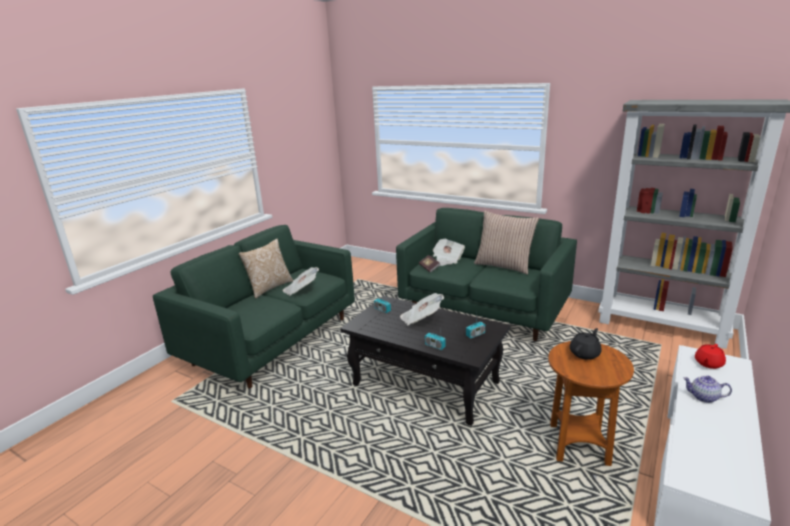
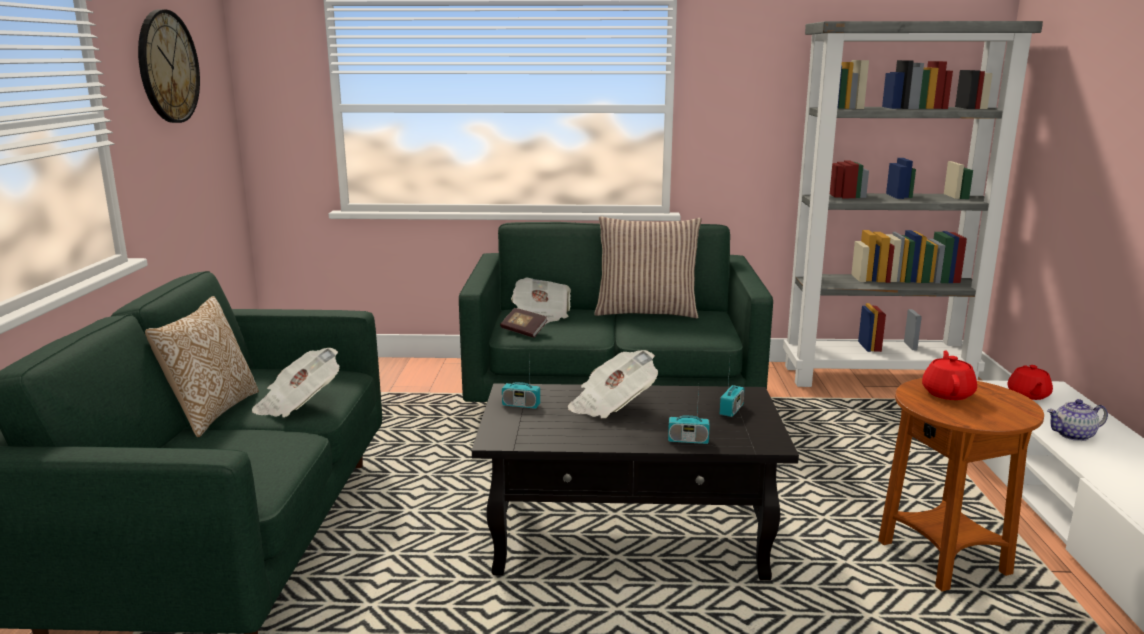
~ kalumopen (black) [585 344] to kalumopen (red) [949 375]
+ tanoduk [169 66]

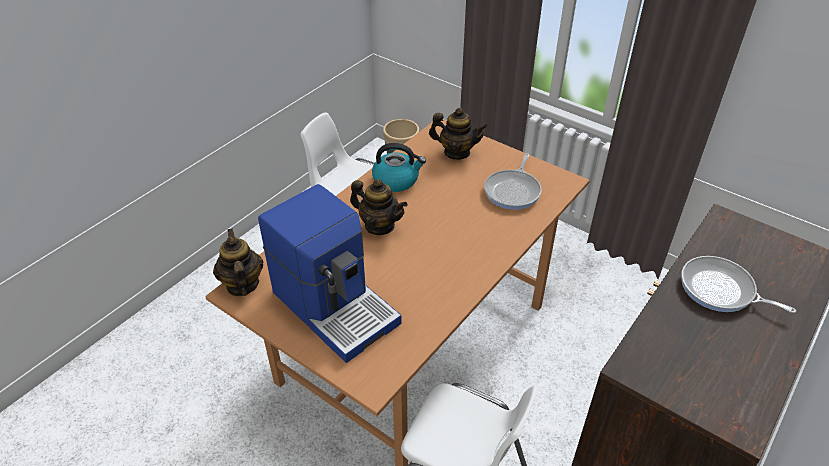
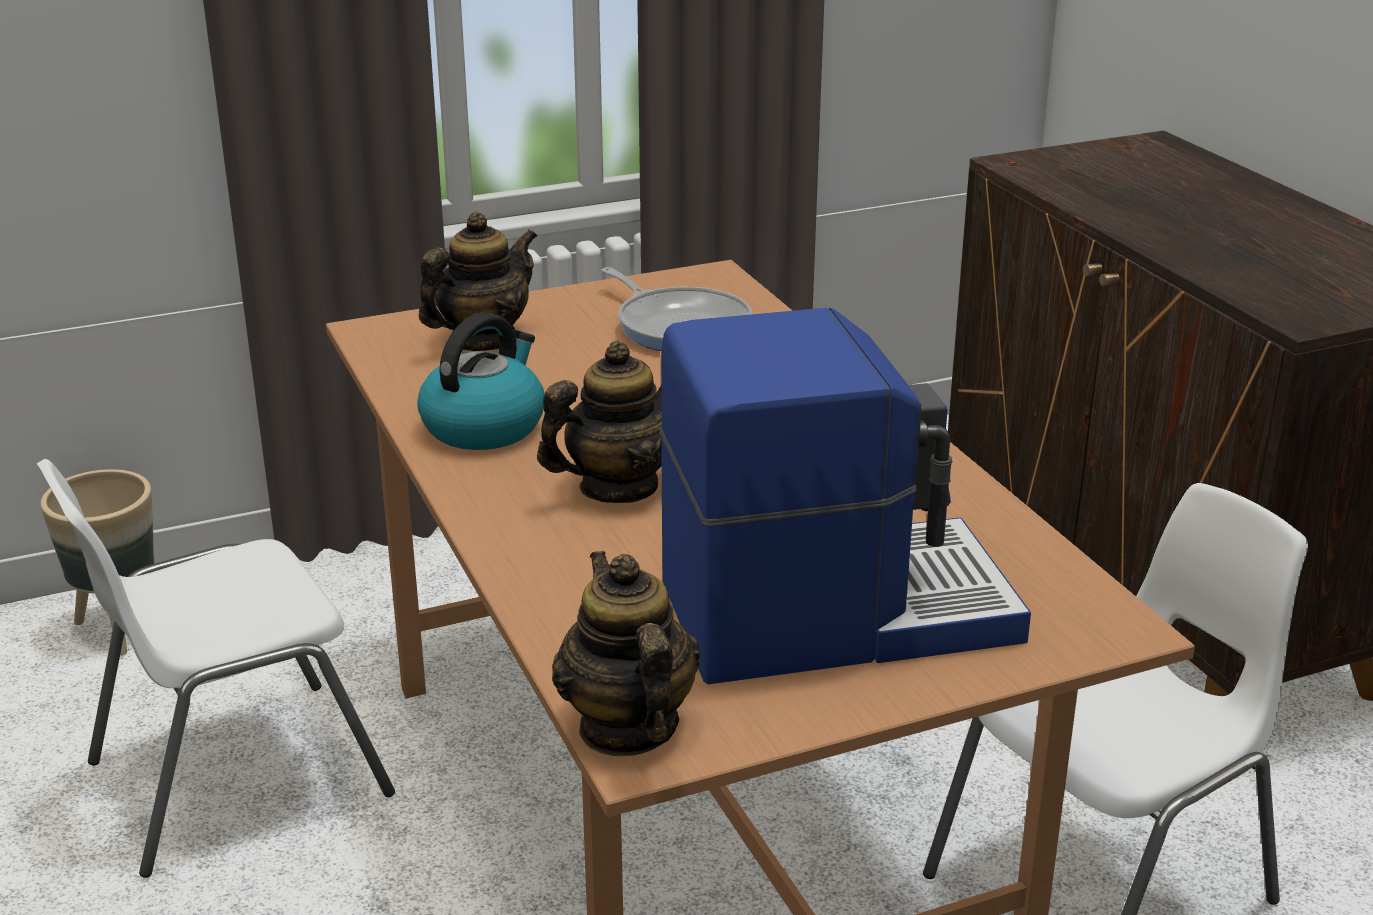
~ kalumopen [238 262] = [626 653] 60 degrees clockwise
- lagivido [738 284]

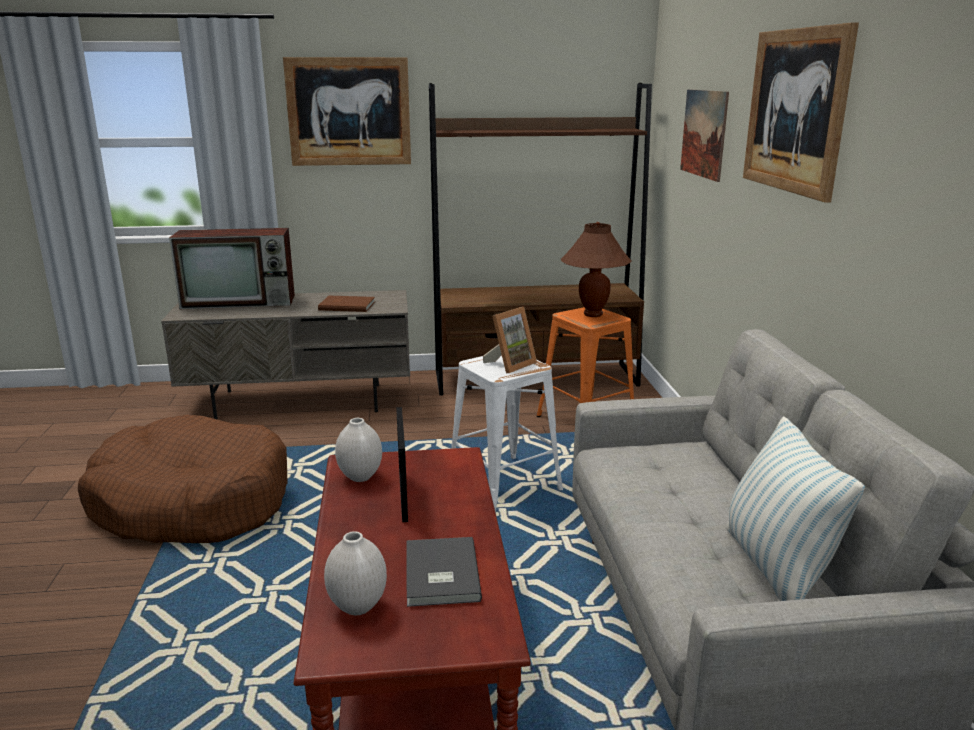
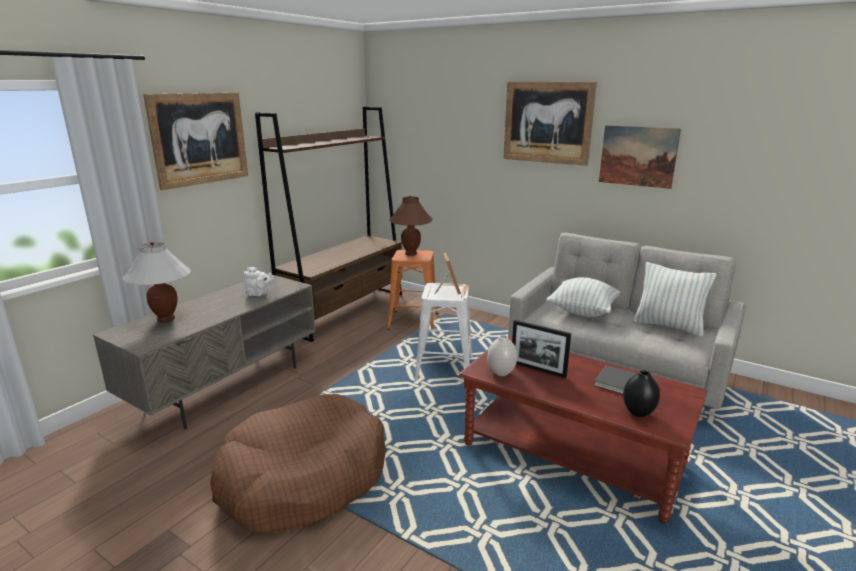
~ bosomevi [232 268] to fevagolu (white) [157 282]
~ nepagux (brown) [346 304] to kalumopen (white) [259 281]
~ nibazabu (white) [355 573] to nibazabu (black) [641 393]
~ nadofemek [704 135] to [640 157]
+ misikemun [583 297]

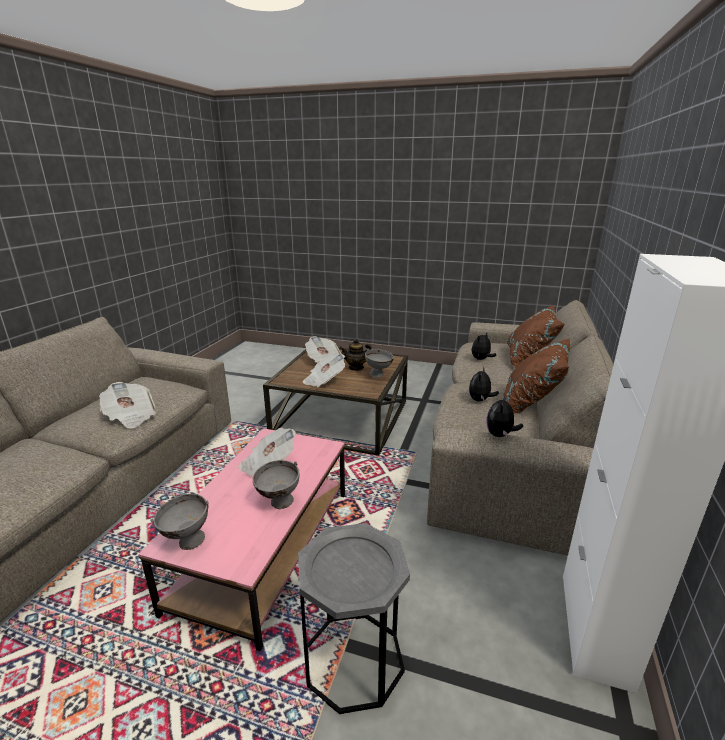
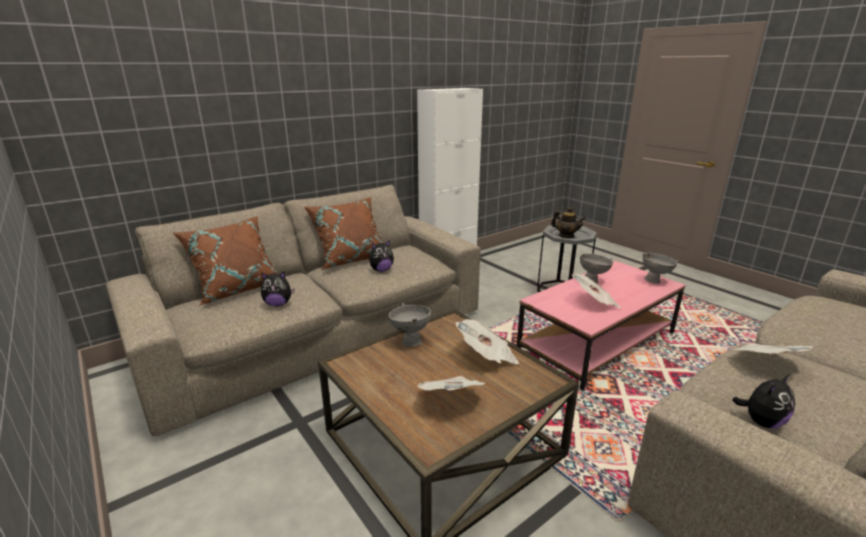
~ kalumopen [355 355] to [568 222]
~ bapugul [504 416] to [763 401]

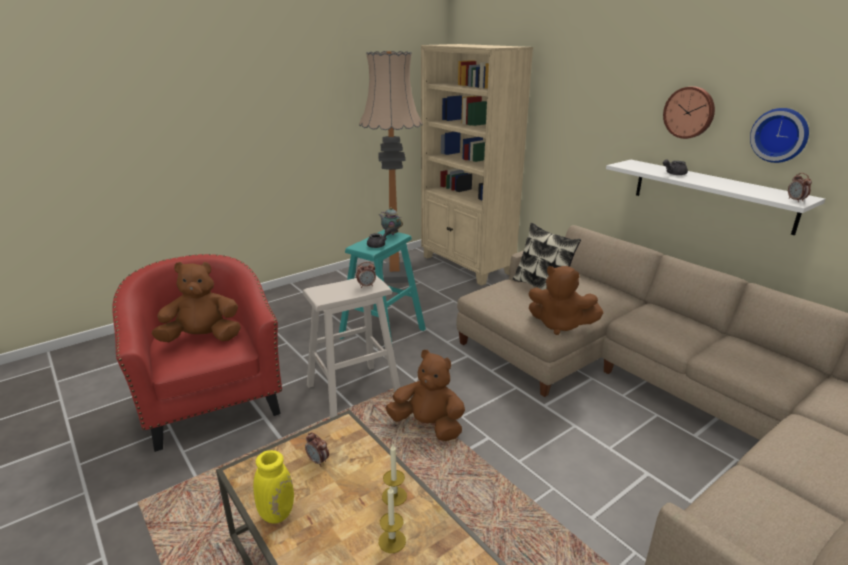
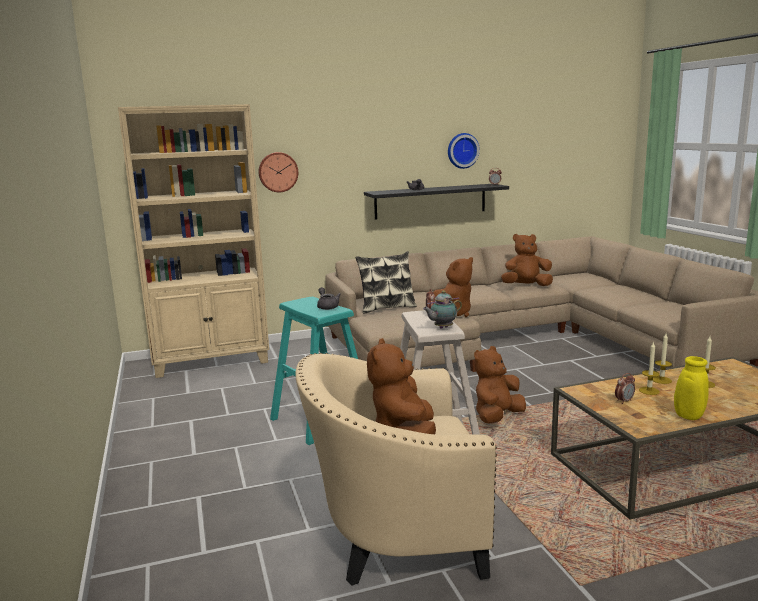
~ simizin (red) [197 353] to simizin (beige) [396 469]
- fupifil [391 167]
~ kalumopen [391 221] to [442 309]
~ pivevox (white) [715 197] to pivevox (black) [436 202]
~ tanoduk [689 112] to [278 172]
+ bapugul (brown) [527 260]
+ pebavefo [649 368]

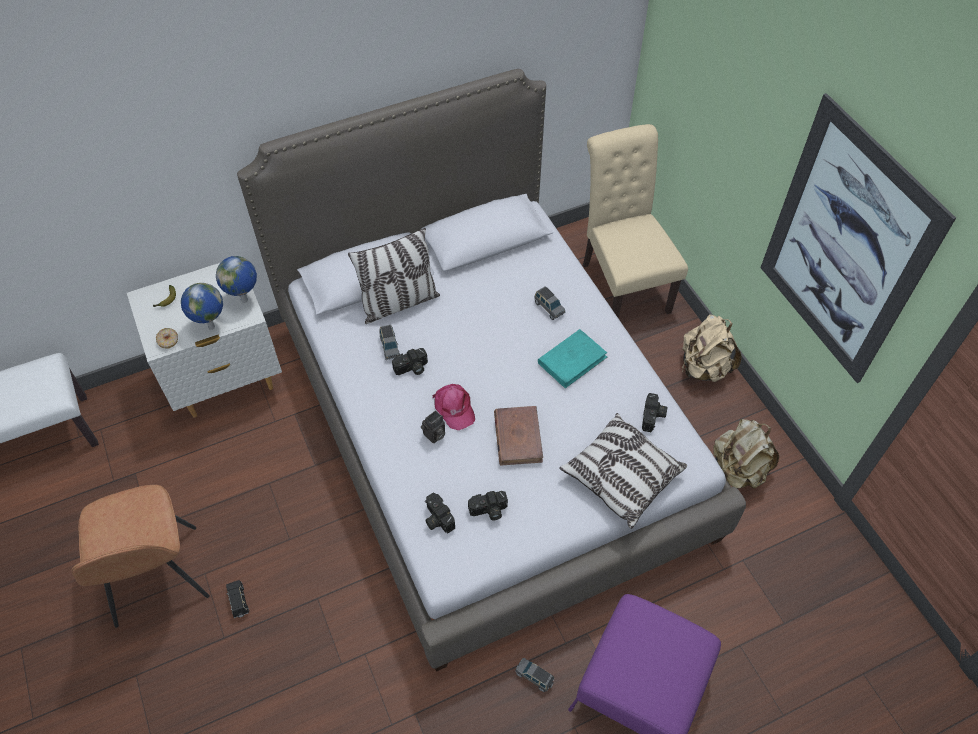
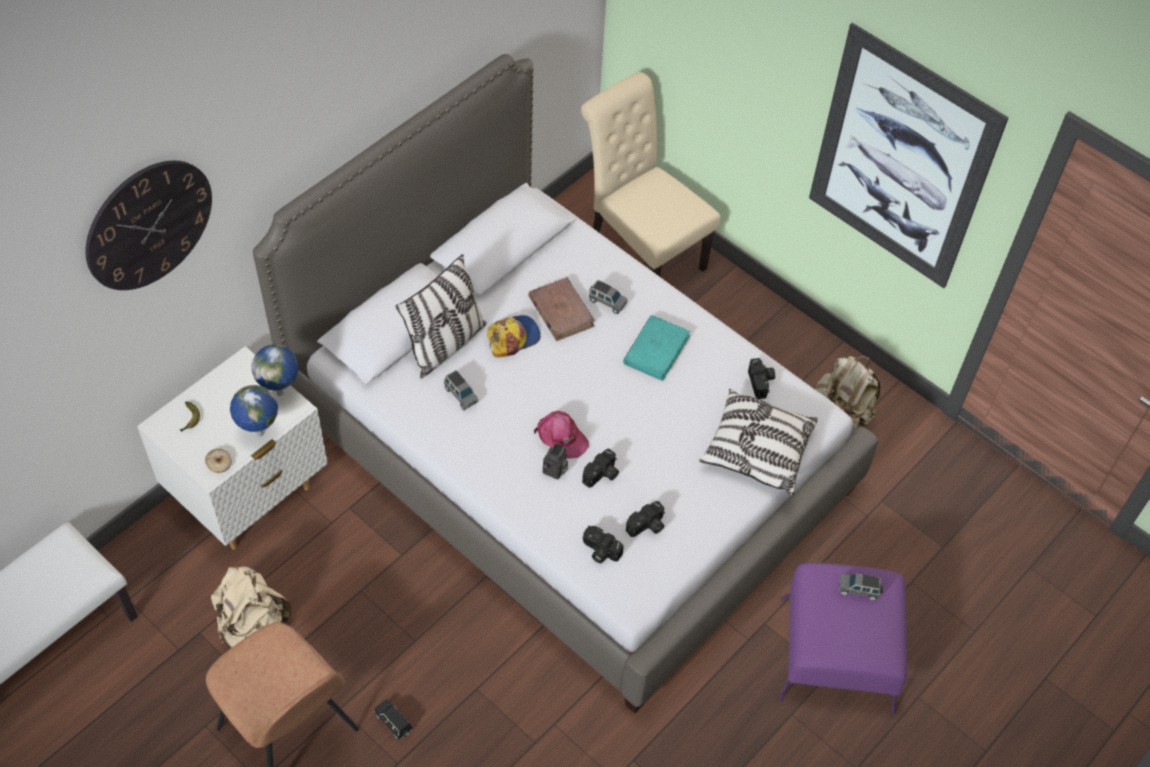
~ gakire [410 361] to [600 468]
~ nepagux (brown) [518 436] to [561 309]
~ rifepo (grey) [534 675] to [861 587]
~ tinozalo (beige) [712 348] to [251 606]
+ tanoduk [148 225]
+ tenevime [513 336]

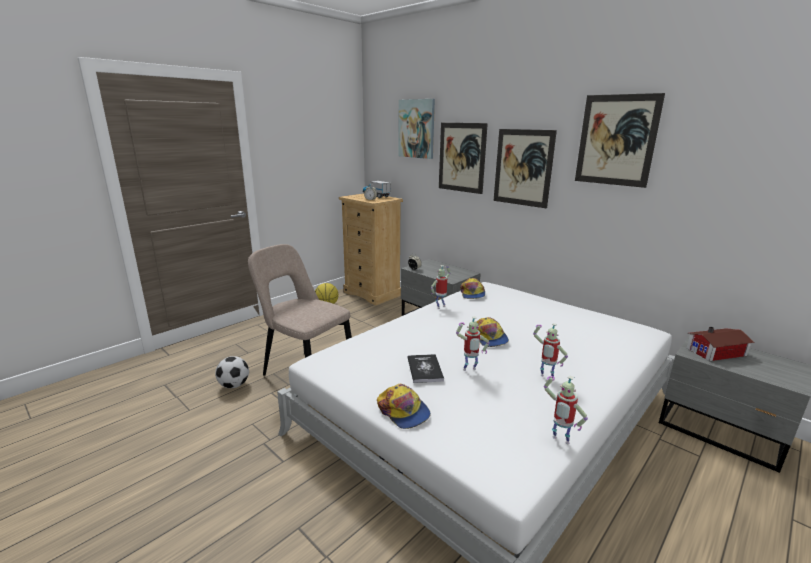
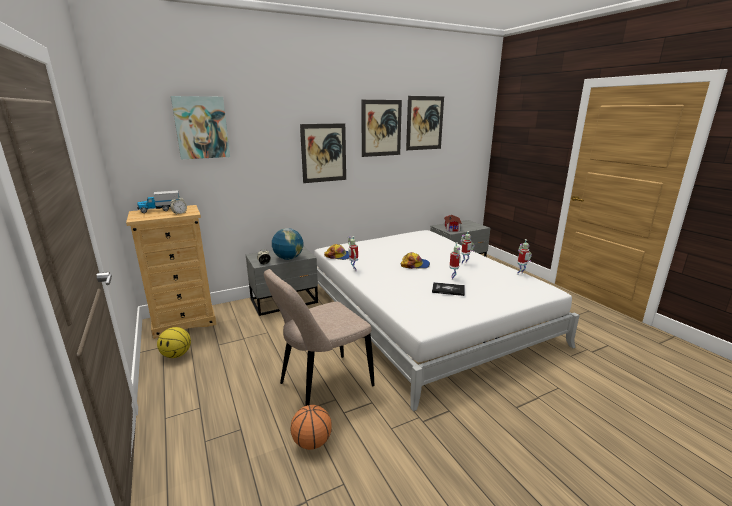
~ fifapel [232 372] to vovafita [311 427]
- tenevime [404 406]
~ nadofemek [463 158] to [425 123]
+ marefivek [287 244]

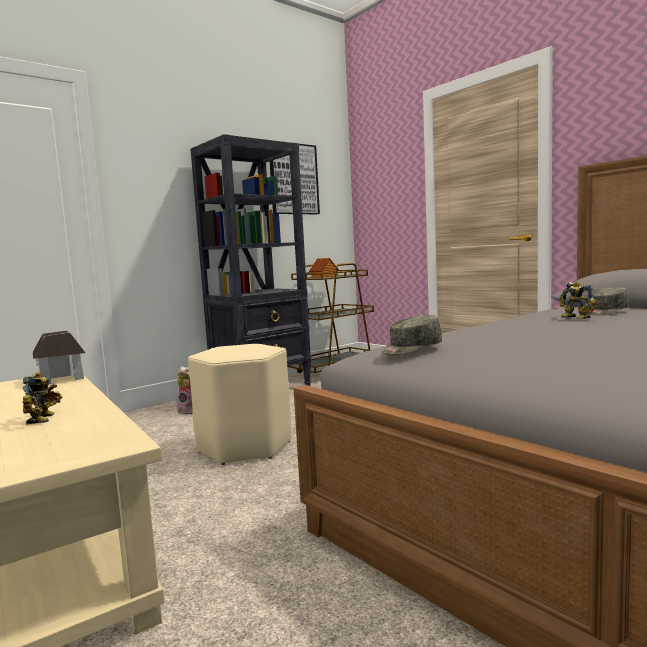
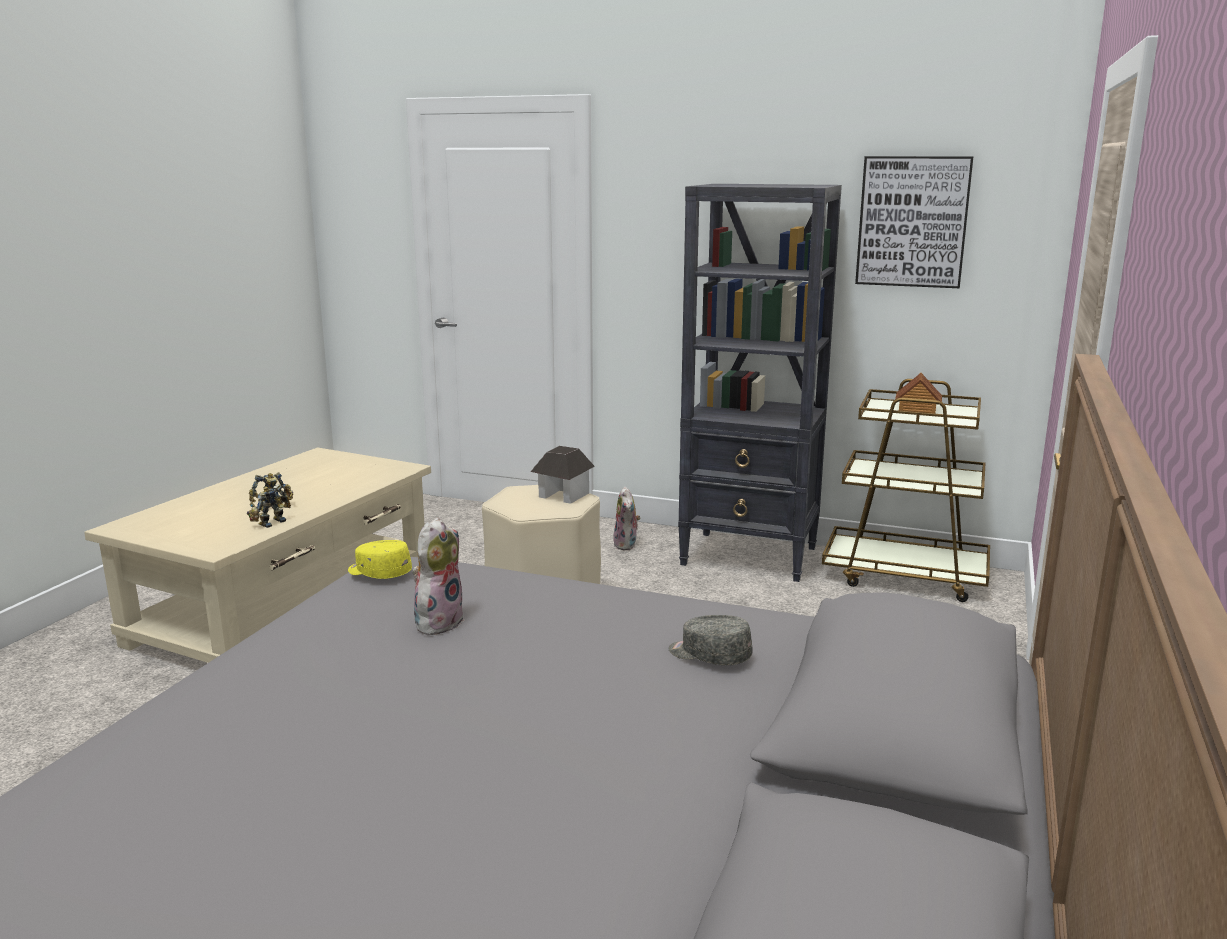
~ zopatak [59 357] to [563 475]
~ tenevime (grey) [412 335] to tenevime (yellow) [380 559]
~ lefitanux [578 300] to [269 506]
+ bapugul [438 576]

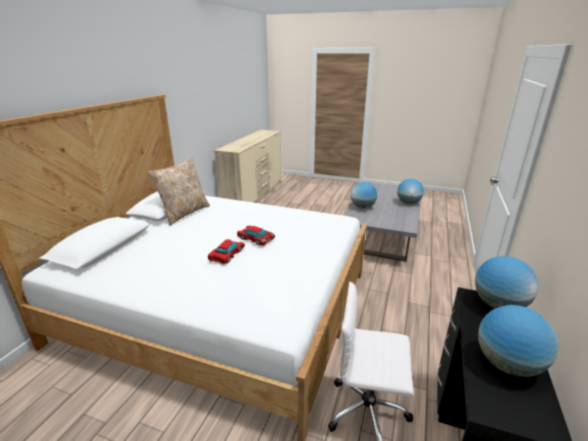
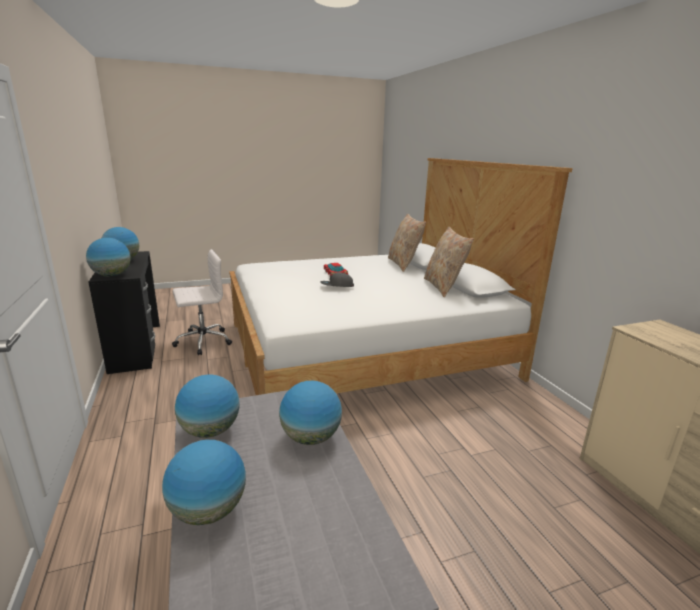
~ rifepo [256 236] to tenevime (grey) [337 279]
+ marefivek [207 406]
+ misikemun (beige) [407 243]

